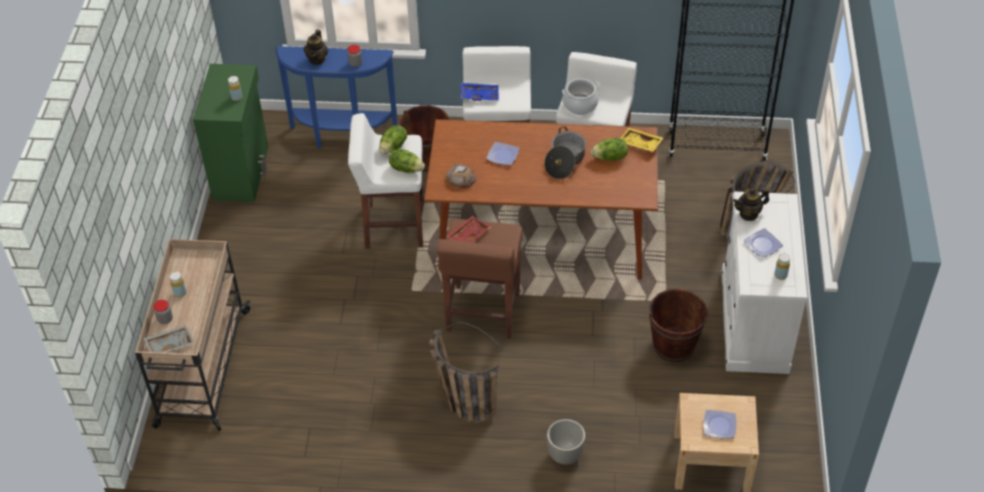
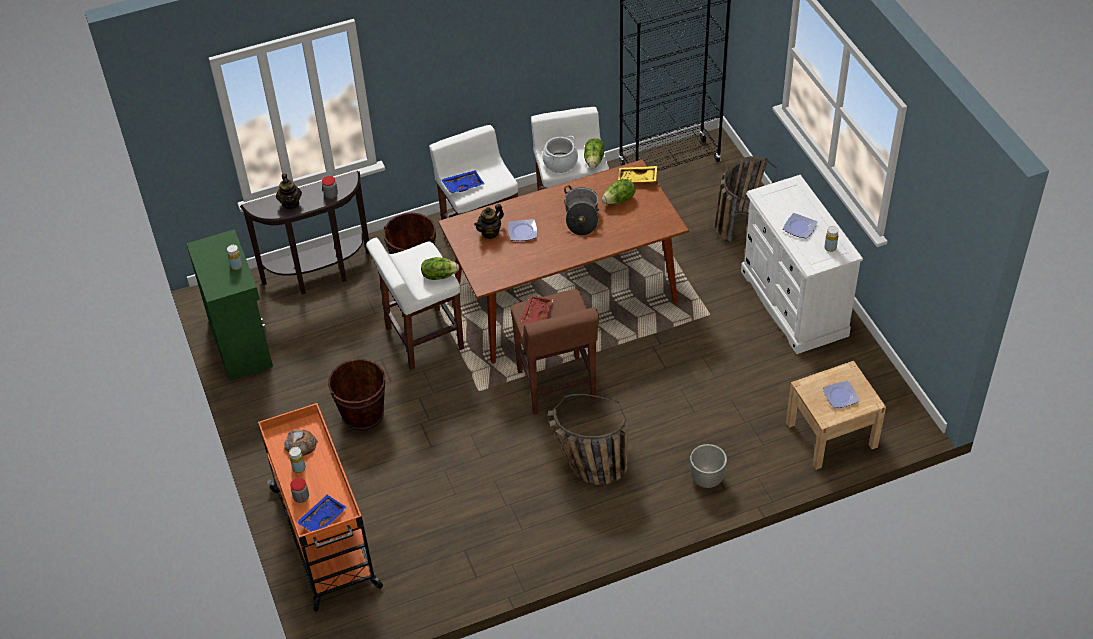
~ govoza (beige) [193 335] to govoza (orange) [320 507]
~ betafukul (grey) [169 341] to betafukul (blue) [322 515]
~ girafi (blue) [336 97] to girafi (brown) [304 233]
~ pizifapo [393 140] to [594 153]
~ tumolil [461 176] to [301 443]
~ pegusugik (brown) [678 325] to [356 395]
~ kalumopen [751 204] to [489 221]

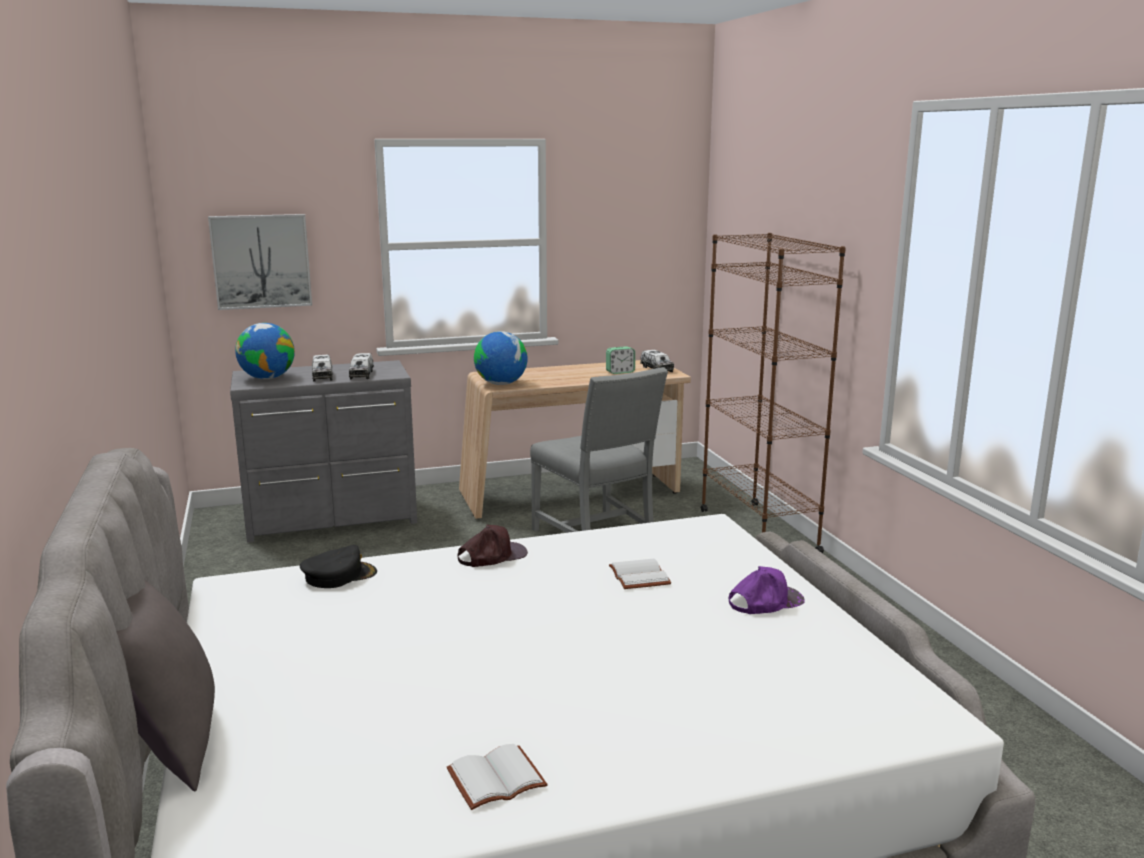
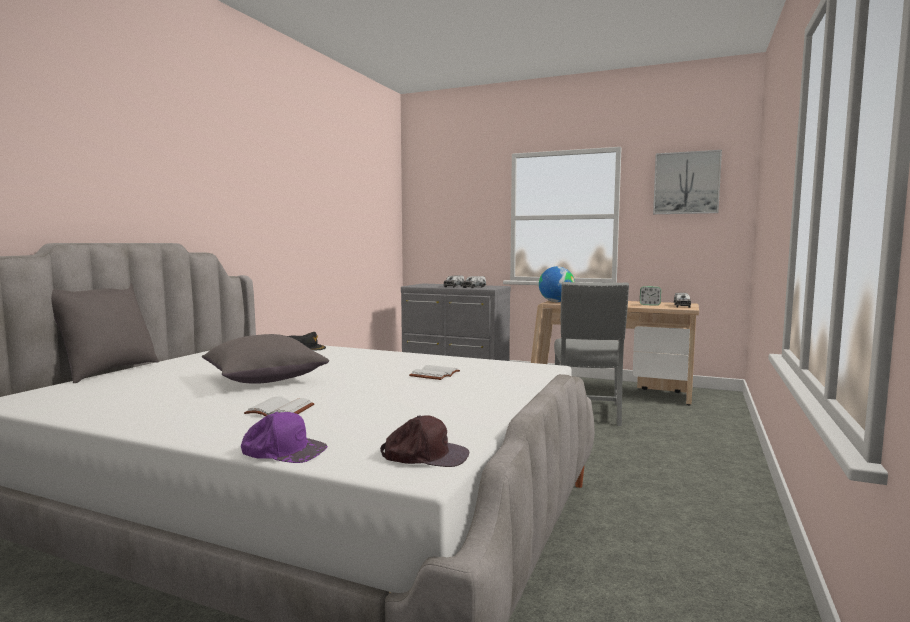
~ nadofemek [260 262] to [687 182]
- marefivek [265 351]
~ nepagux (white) [497 777] to [279 406]
~ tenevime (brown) [493 546] to [424 441]
- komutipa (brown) [773 393]
~ tenevime (purple) [766 590] to [284 437]
+ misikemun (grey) [265 359]

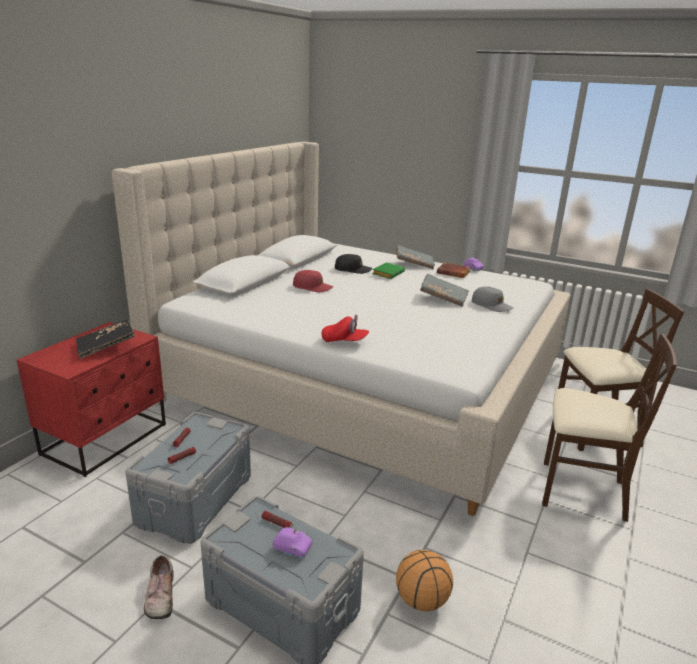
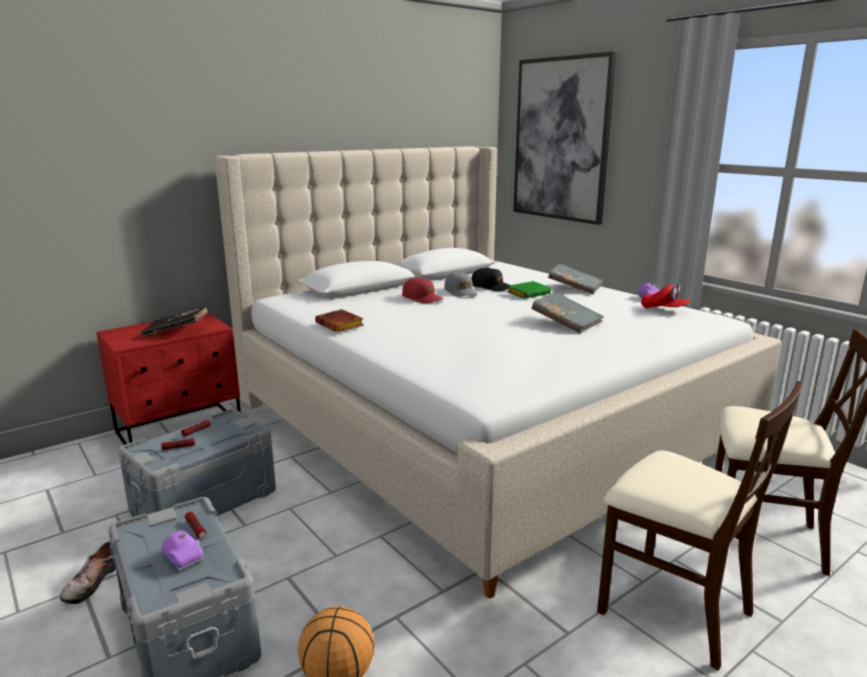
~ tenevime (red) [345 328] to [666 295]
~ nepagux (brown) [454 270] to [339 321]
~ tenevime (grey) [492 299] to [461 284]
+ nadofemek [565 138]

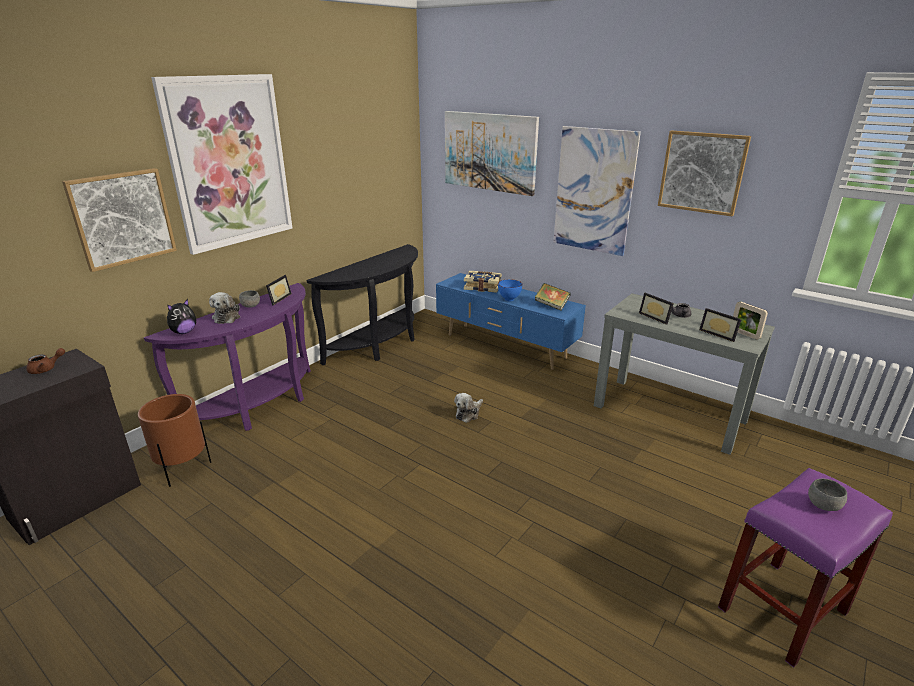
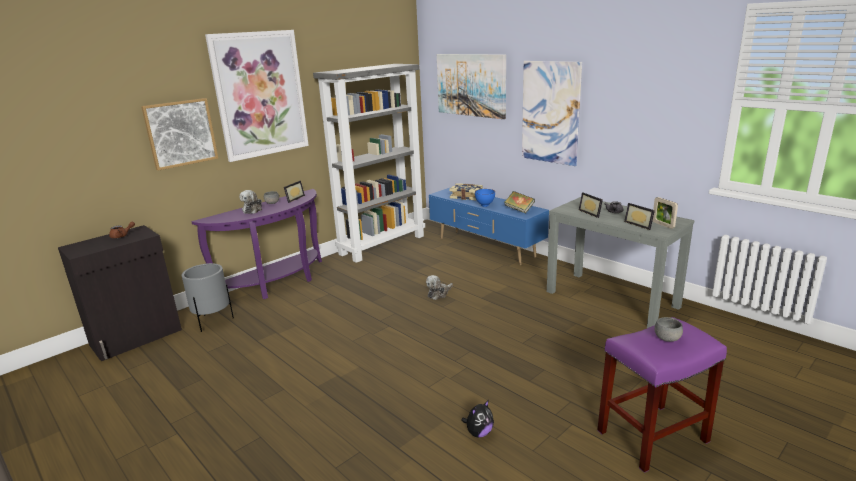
~ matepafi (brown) [174 440] to matepafi (grey) [208 297]
~ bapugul [181 316] to [477 419]
~ girafi (black) [362 304] to komutipa (grey) [369 163]
- nadofemek [704 173]

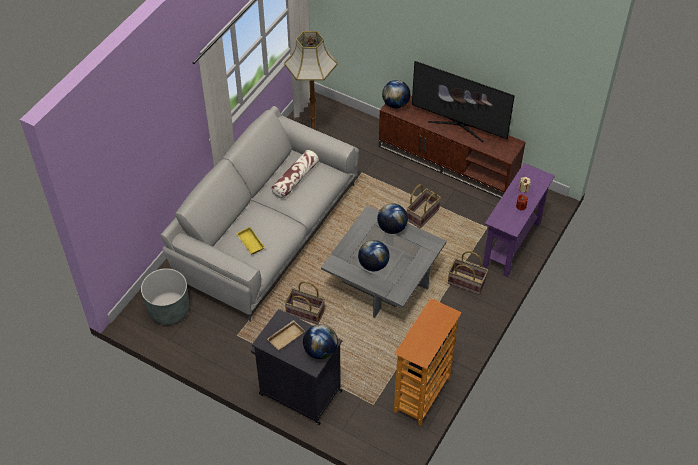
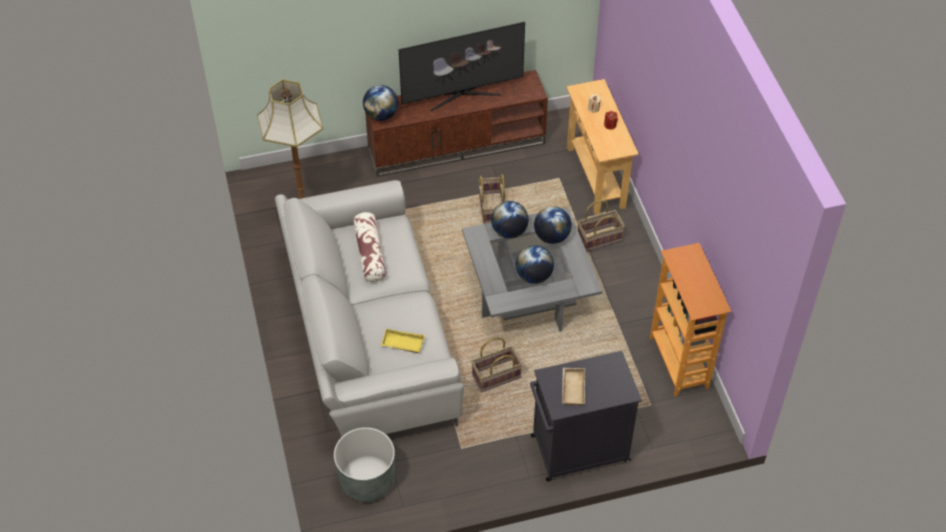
~ marefivek [320 341] to [553 225]
~ girafi (purple) [519 220] to girafi (beige) [603 147]

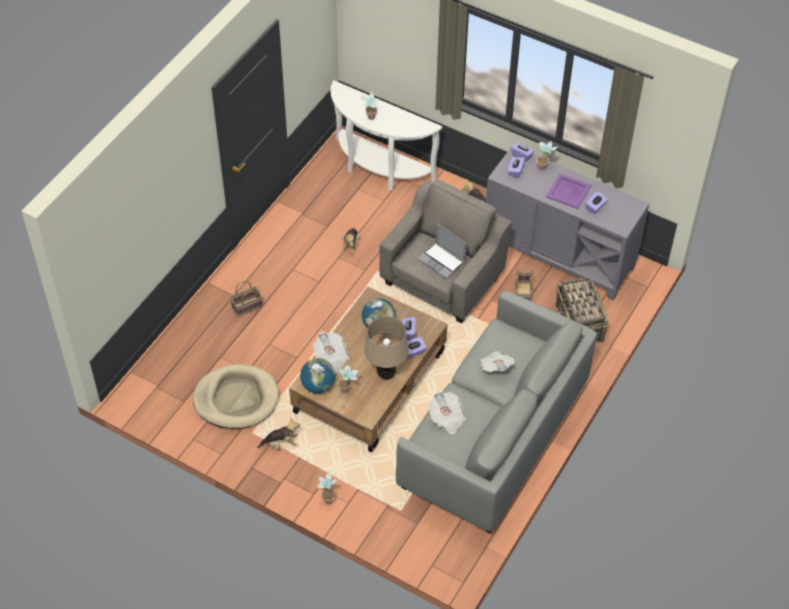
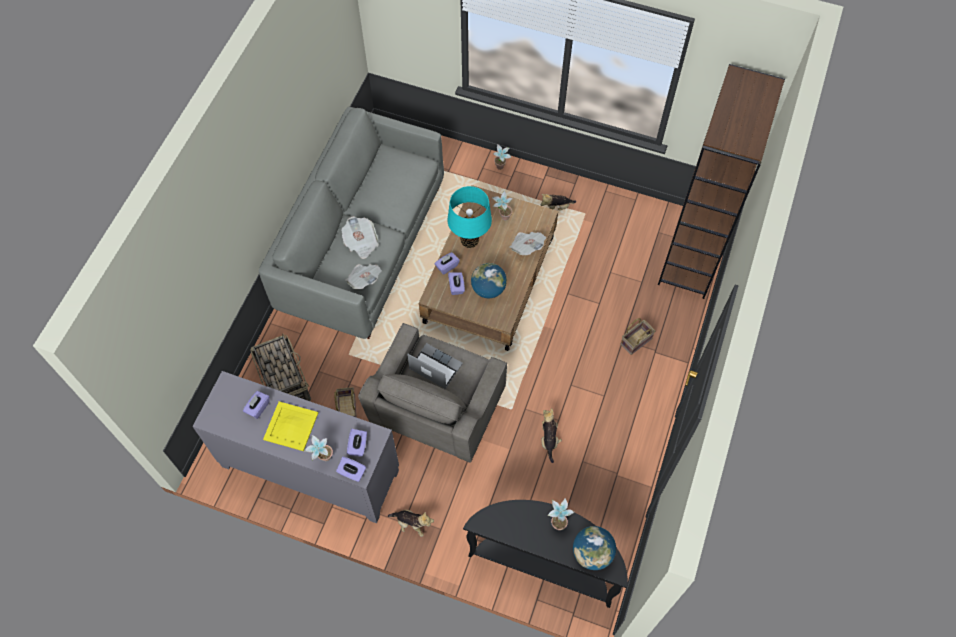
- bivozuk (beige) [236 396]
~ marefivek [317 375] to [594 548]
~ girafi (white) [387 135] to girafi (black) [545 554]
~ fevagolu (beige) [386 347] to fevagolu (turquoise) [469 217]
~ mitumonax [447 412] to [363 276]
~ betafukul (purple) [568 191] to betafukul (yellow) [290 426]
+ komutipa (brown) [721 181]

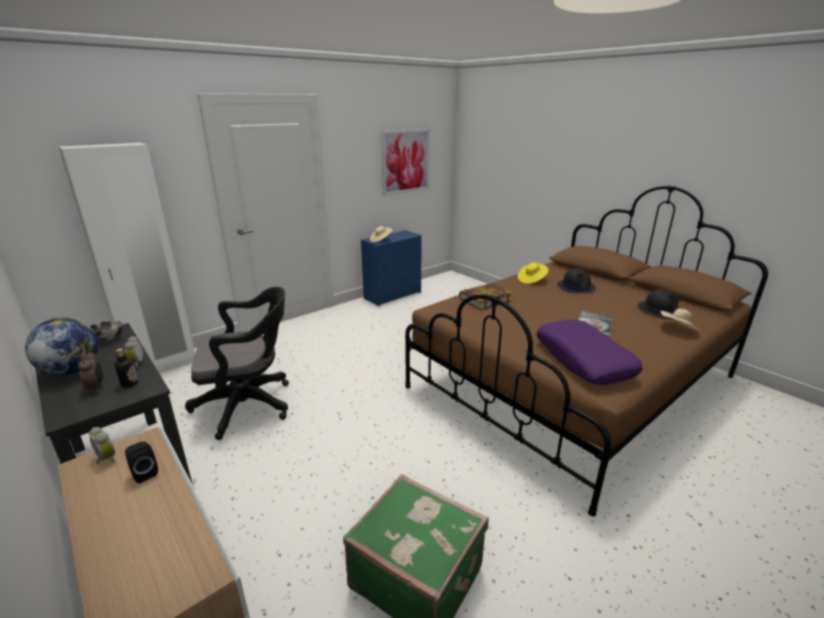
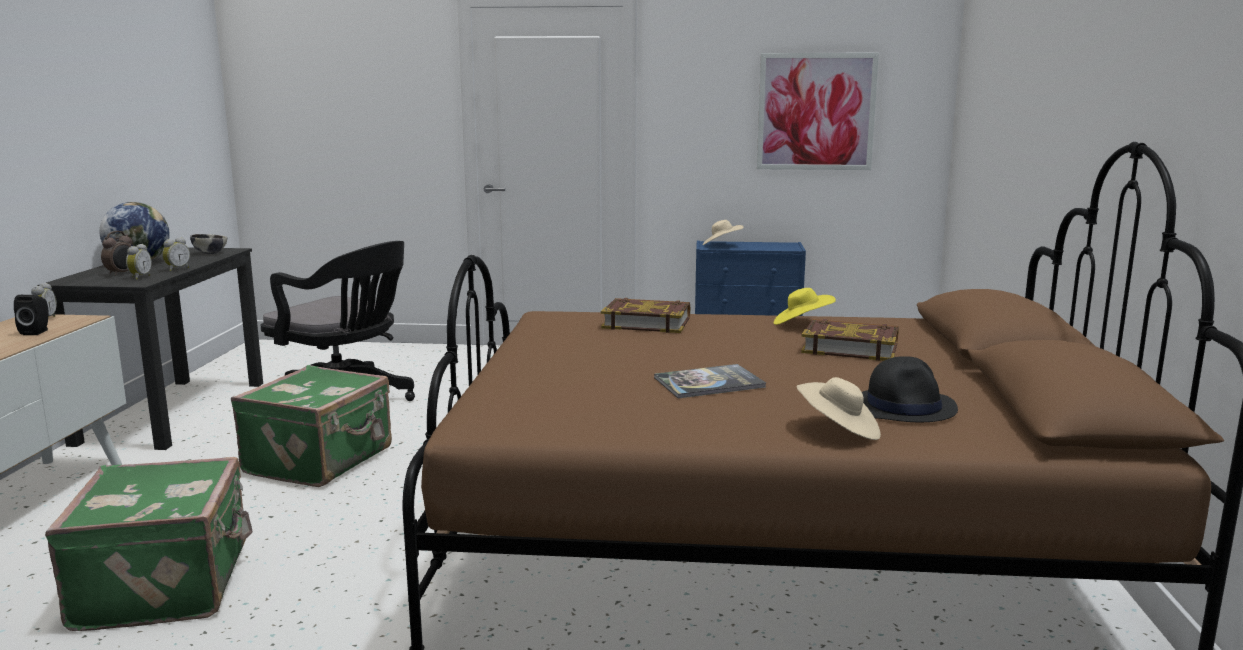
- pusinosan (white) [127 258]
~ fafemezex [126 368] to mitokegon [139 262]
- misikemun (purple) [590 352]
~ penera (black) [576 281] to nepagux [850 340]
+ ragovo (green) [311 426]

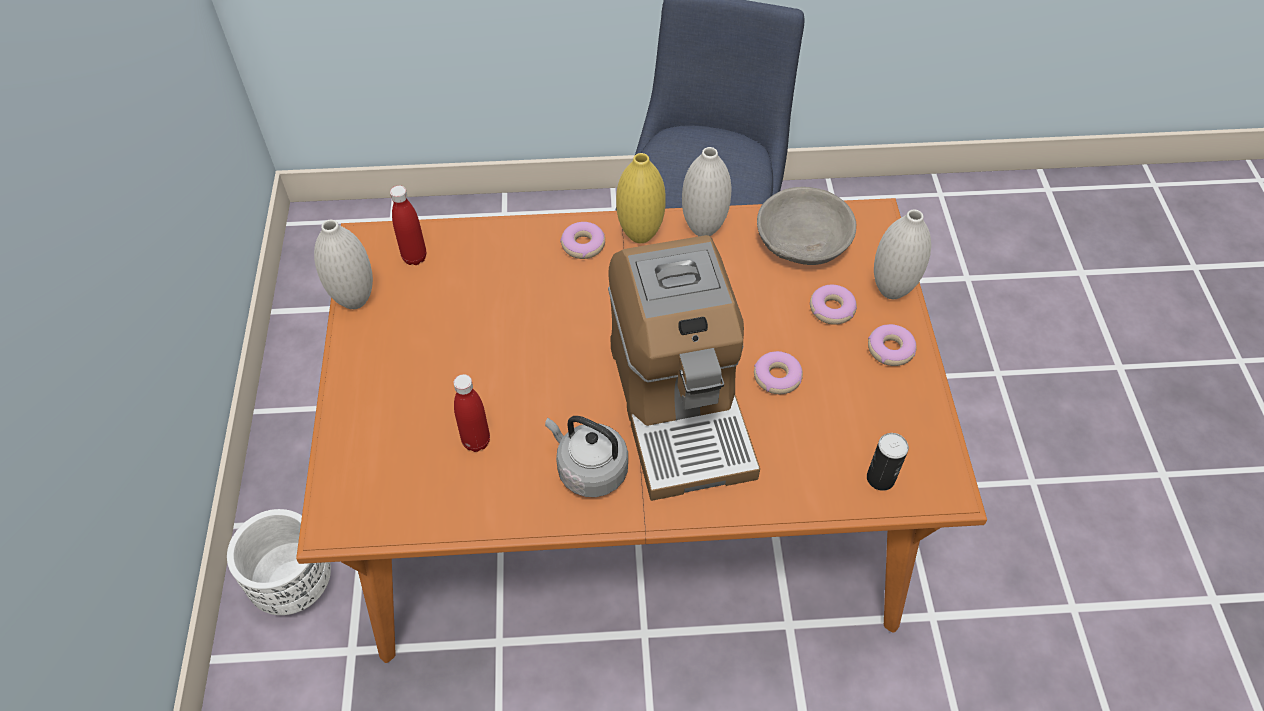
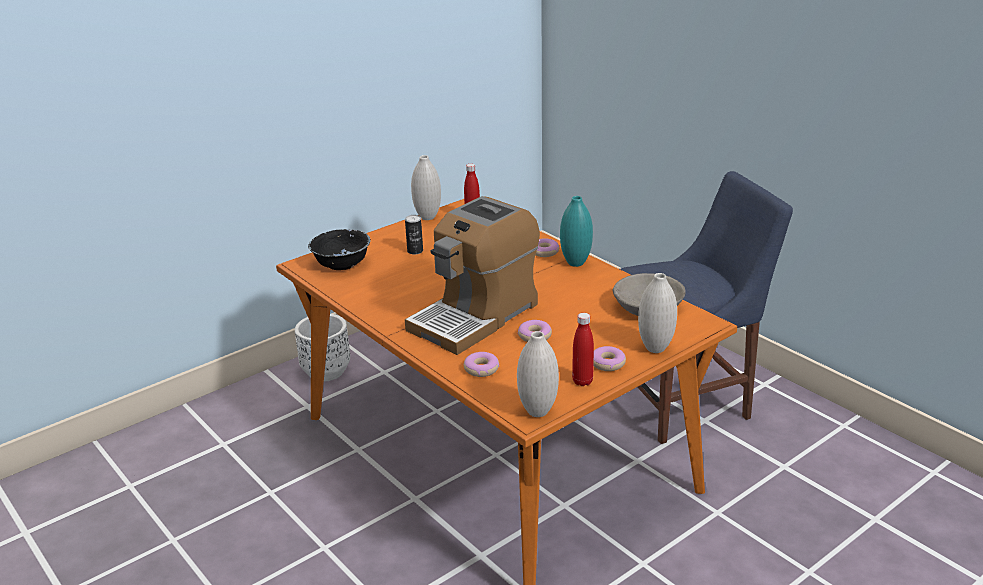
~ fafemezex (red) [472 413] to [583 349]
- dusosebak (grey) [586 456]
~ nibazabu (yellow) [641 198] to nibazabu (turquoise) [576 231]
~ nibazabu (white) [707 191] to [538 374]
~ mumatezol [833 305] to [481 364]
~ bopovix [888 462] to [414 234]
+ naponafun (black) [339 249]

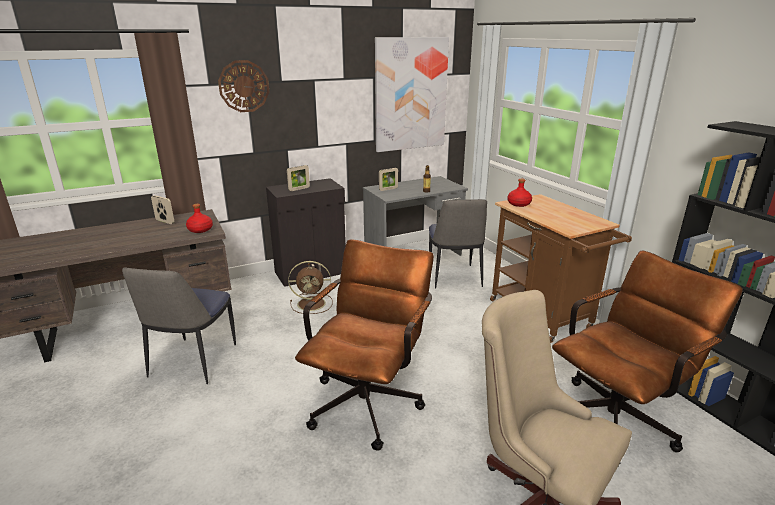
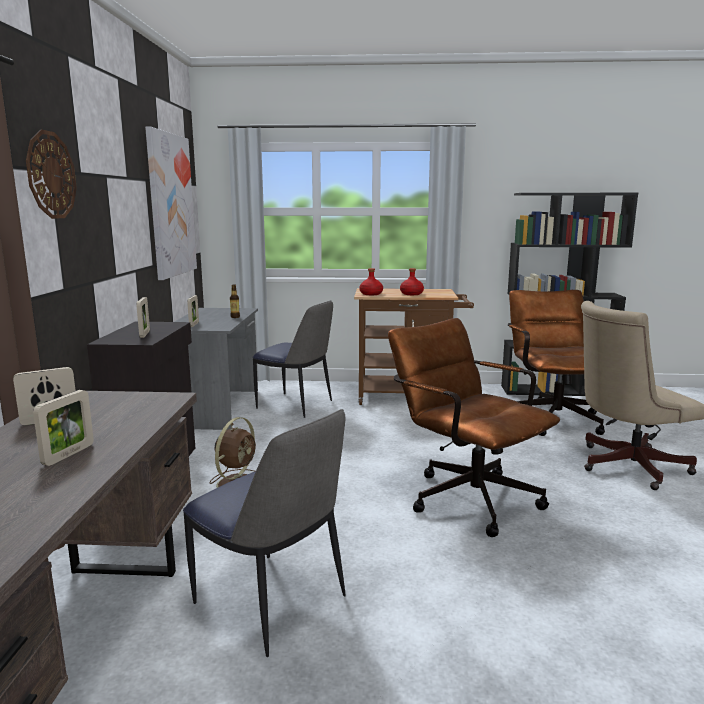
~ fafemezex (red) [199 218] to [412 281]
+ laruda [63 428]

